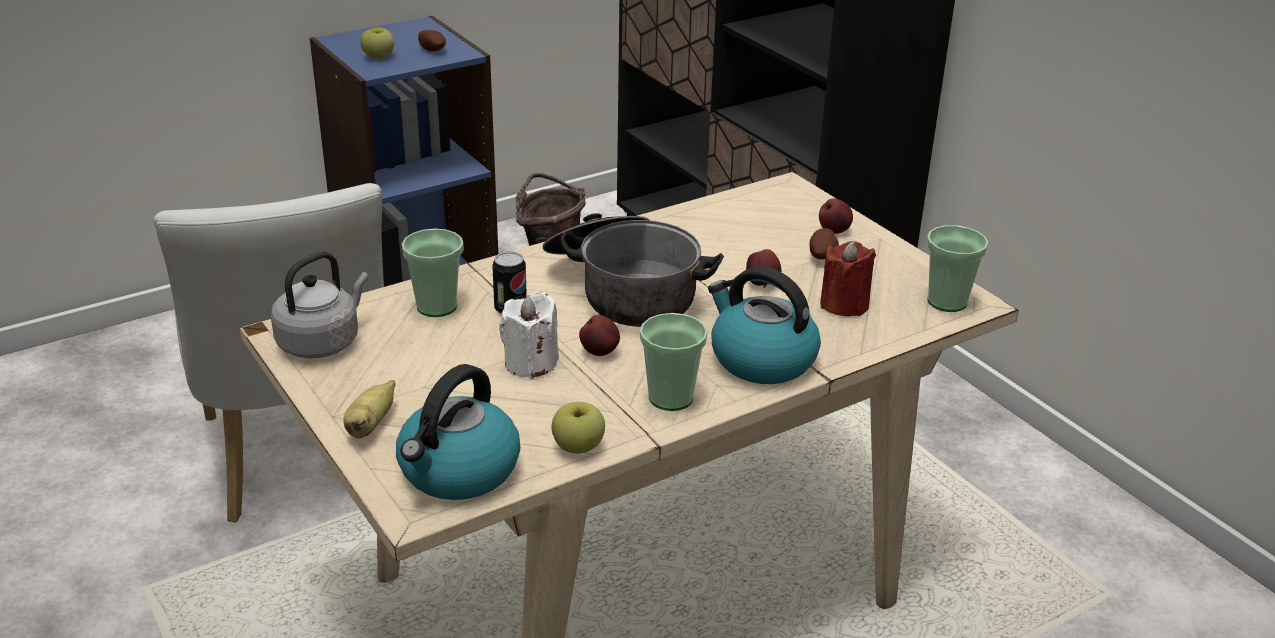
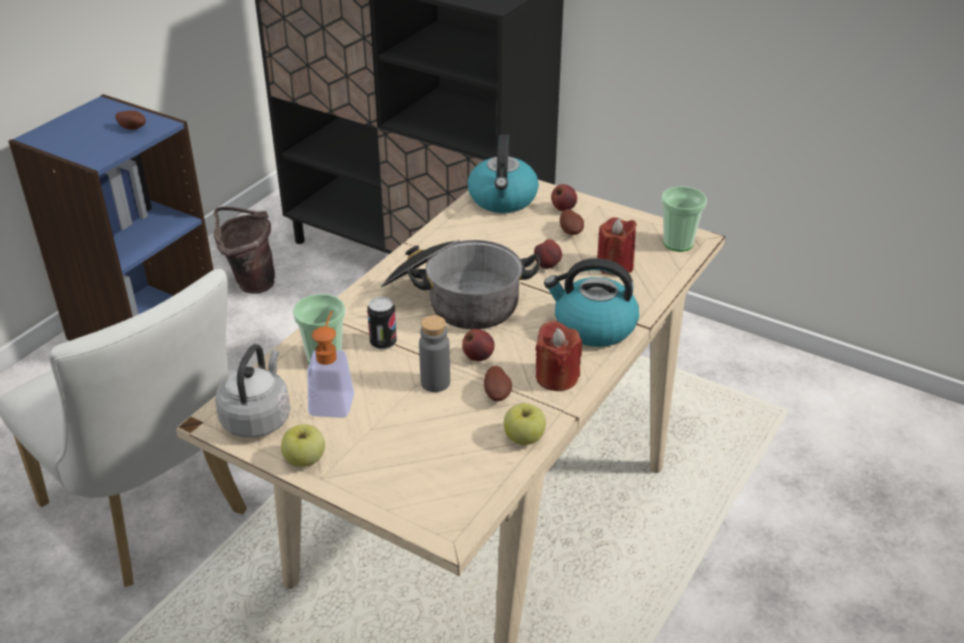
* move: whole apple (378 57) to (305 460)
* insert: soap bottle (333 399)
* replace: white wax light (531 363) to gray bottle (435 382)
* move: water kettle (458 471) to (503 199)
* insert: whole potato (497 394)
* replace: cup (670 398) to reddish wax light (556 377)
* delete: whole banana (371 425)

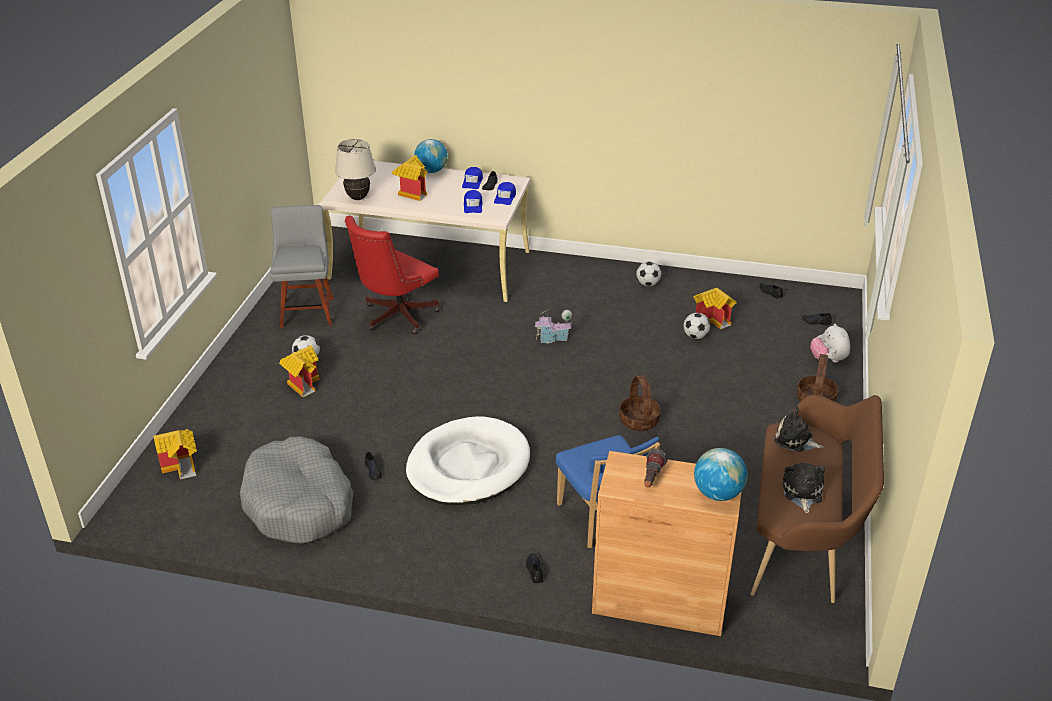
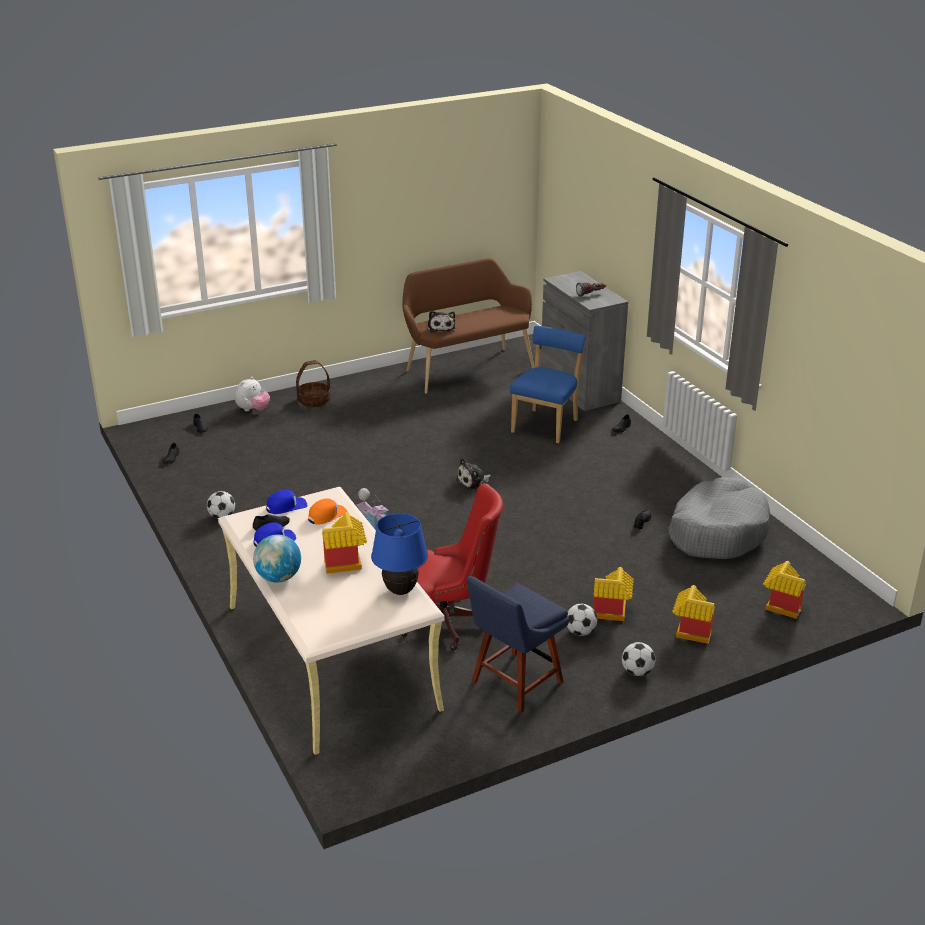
* recolor: bluish baseball cap (473 205) to orangey baseball cap (327 515)
* recolor: sand-coloured lamp for a table (358 198) to bluish lamp for a table (400 590)
* move: soft toy (802 493) to (474 482)
* recolor: gray plain chair (307 311) to bluish plain chair (514 684)
* recolor: brownish storage cabinet (660 601) to gray storage cabinet (579 388)
* move: football ball (695 336) to (637 672)
* move: toy house (713 320) to (689 631)
* delete: white pet bed (468 466)
* delete: basket (639 420)
* delete: globe (717 493)

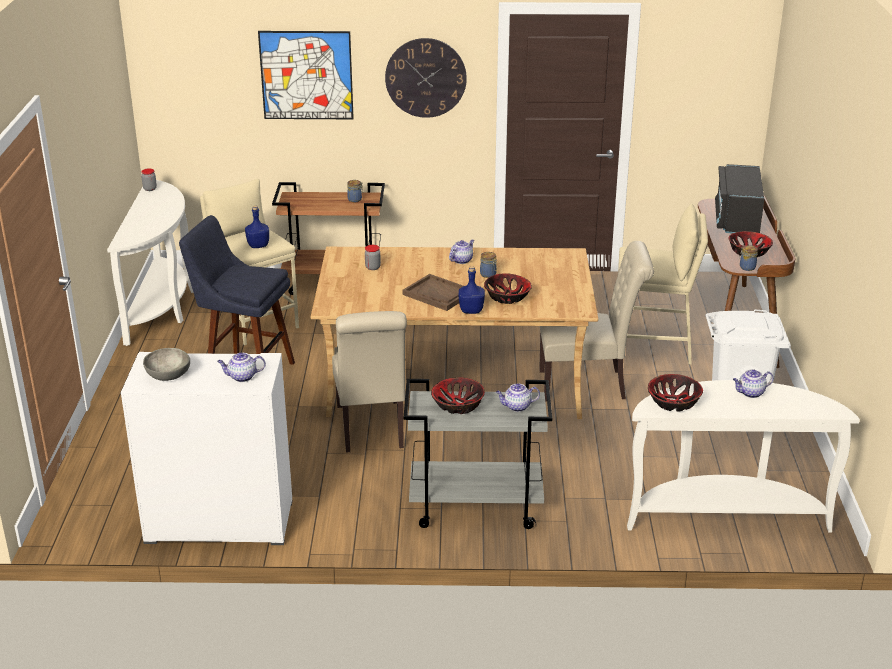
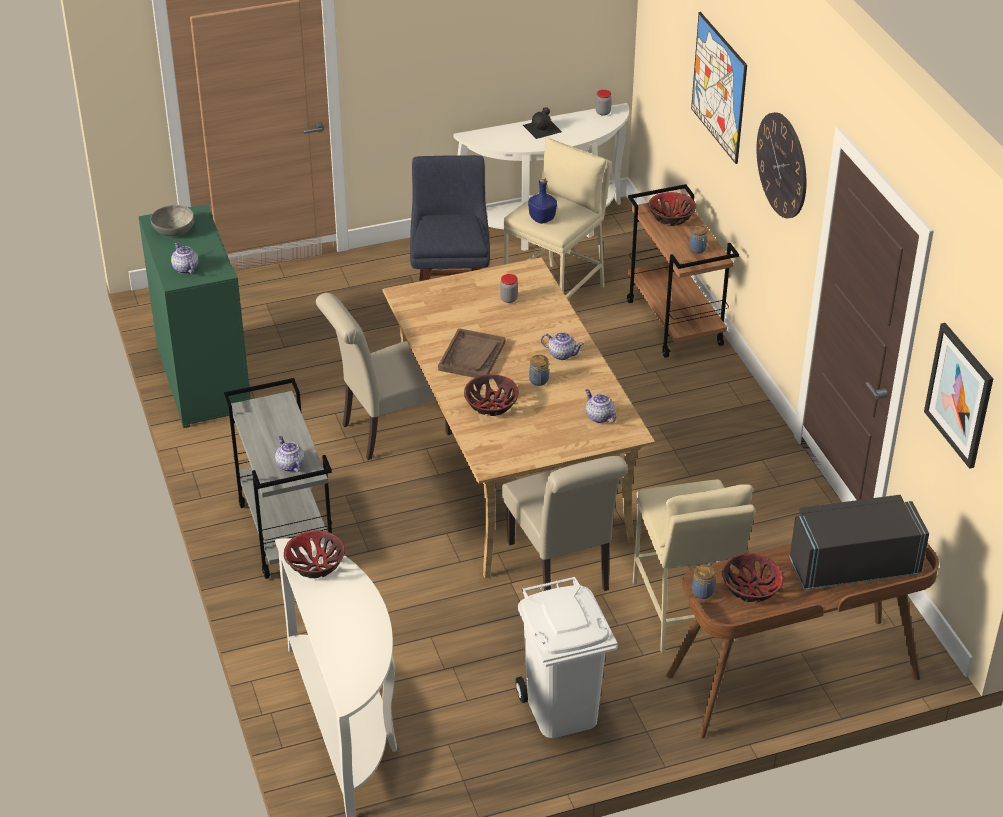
* recolor: white storage cabinet (218 522) to green-coloured storage cabinet (202 381)
* insert: black-coloured bottle (543 128)
* move: teapot (750 393) to (599 417)
* move: deep dish (457 405) to (671 217)
* insert: wall art (959 395)
* delete: bluish bottle (472 310)

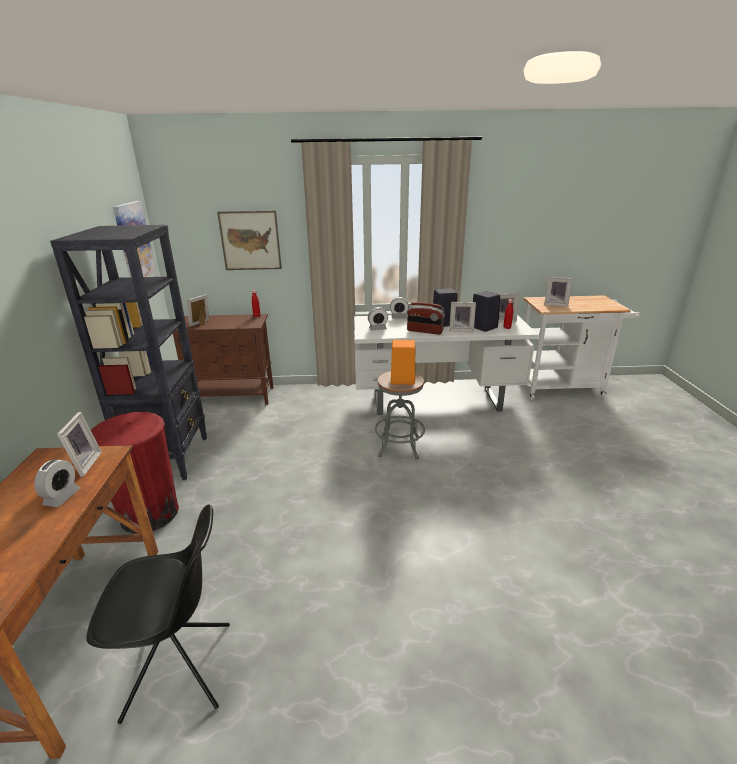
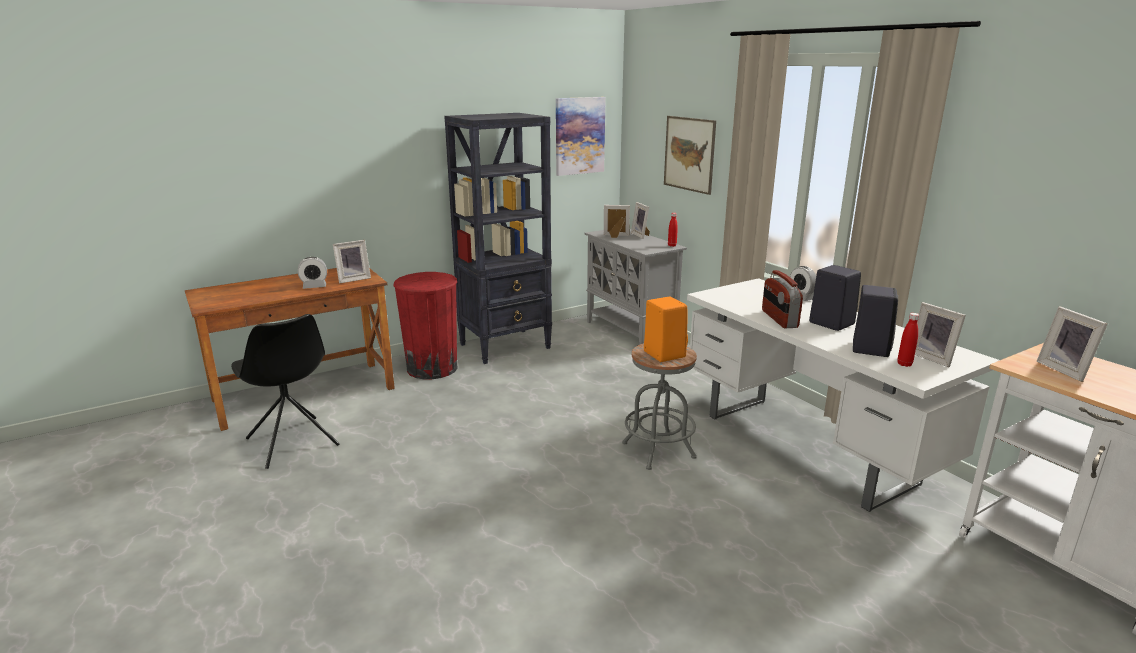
* recolor: brownish storage cabinet (233 397) to gray storage cabinet (631 332)
* move: photo frame (461 330) to (641 235)
* delete: bedside clock (378 328)

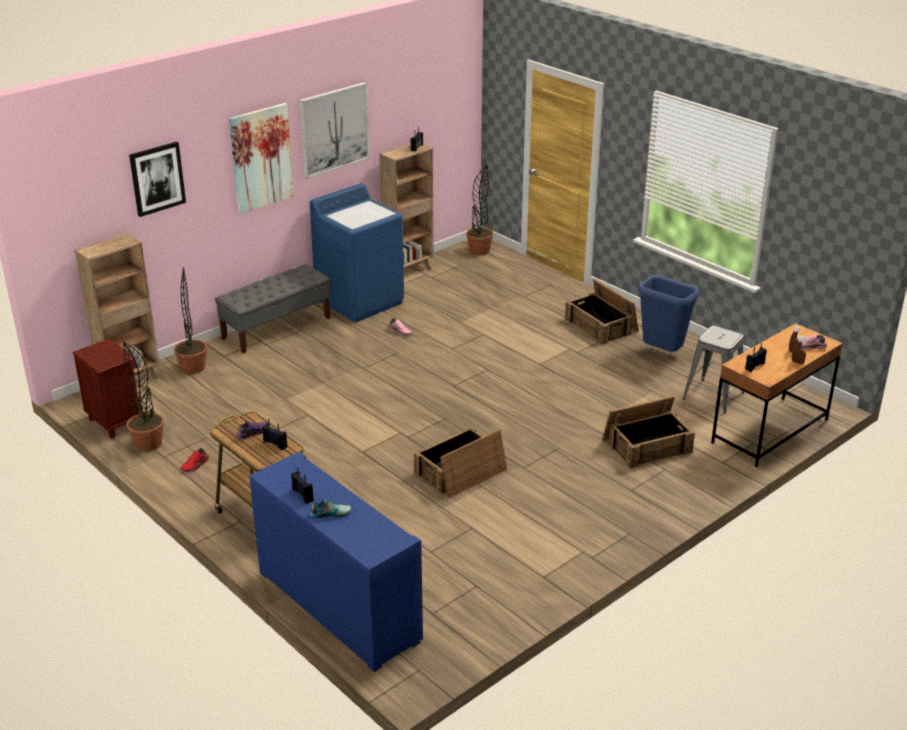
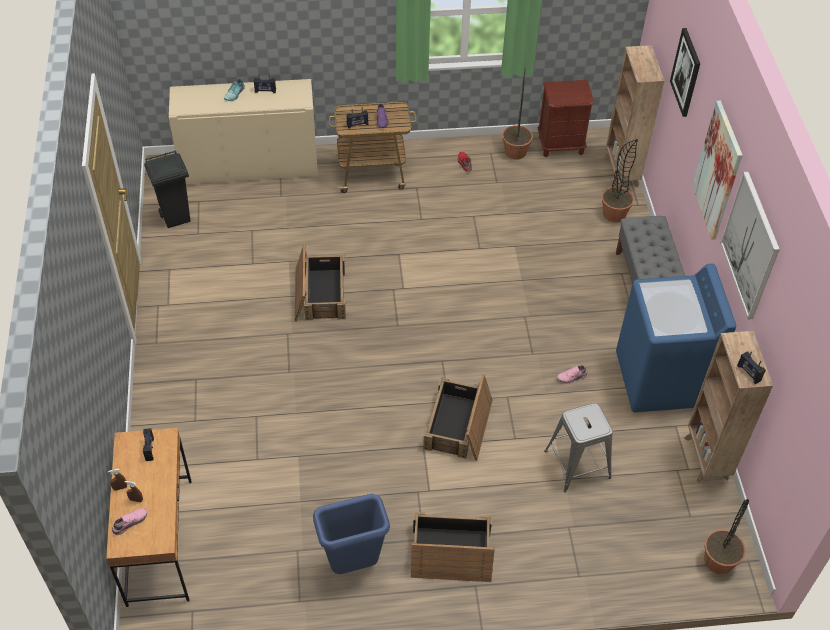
* insert: black-coloured waste bin (176 217)
* recolor: bluish storage cabinet (338 606) to sand-coloured storage cabinet (249 166)
* move: shipping crate (647 445) to (459 425)
* move: gray stool (713 396) to (577 464)

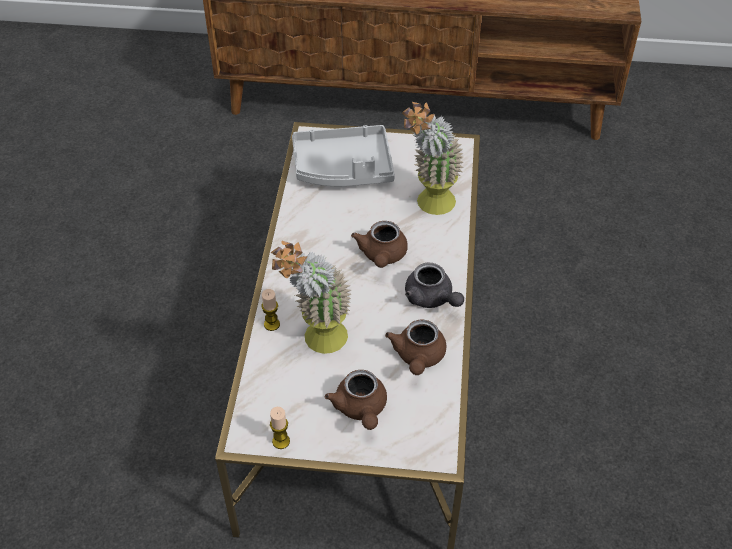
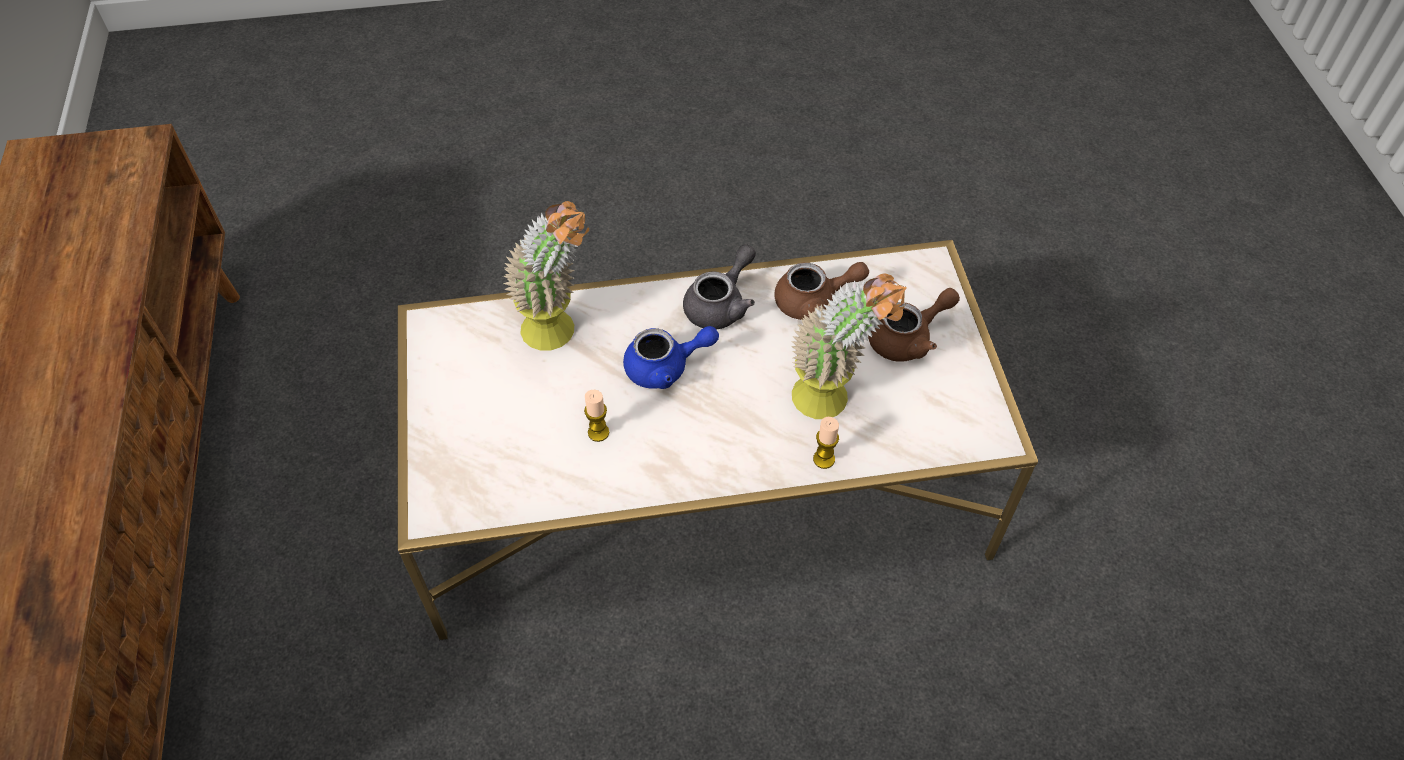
* move: wax light (281 441) to (598 432)
* recolor: brownish teapot (382 256) to bluish teapot (666 367)
* delete: gray carrying tray (343 168)

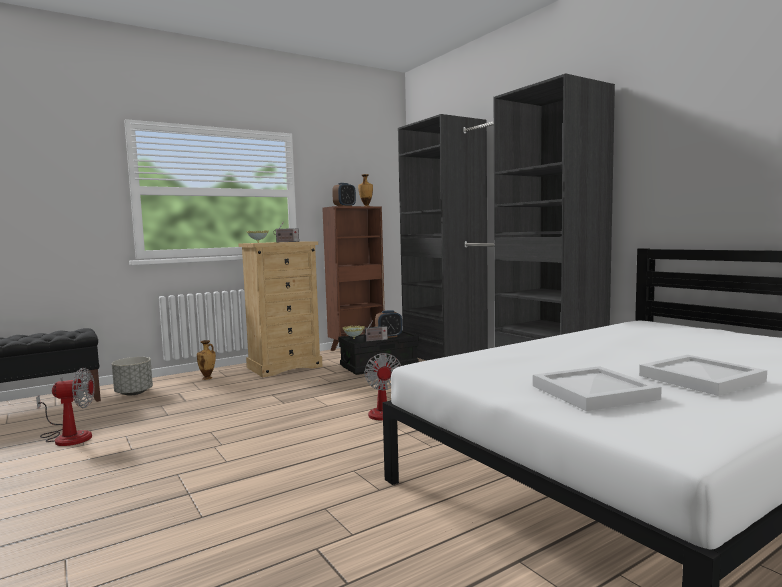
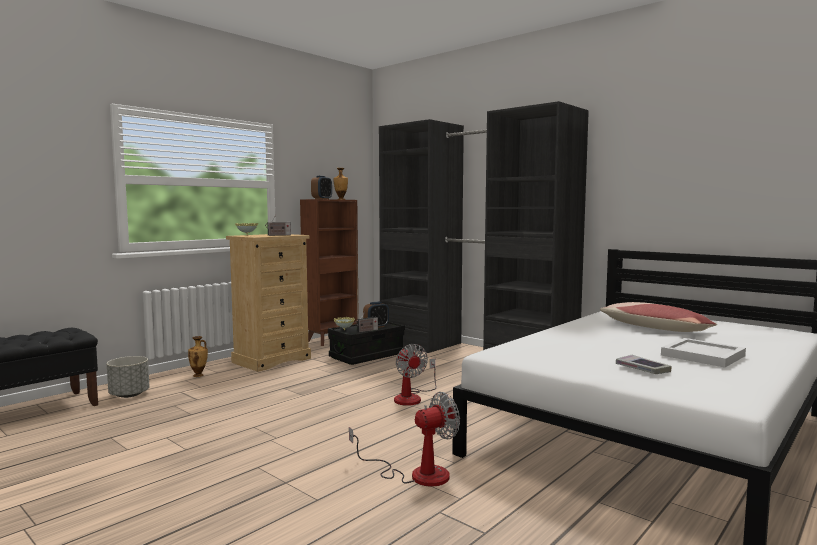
* move: electric fan (68 436) to (416 474)
* insert: throw pillow (654 328)
* replace: white carrying tray (593 392) to book (642 369)

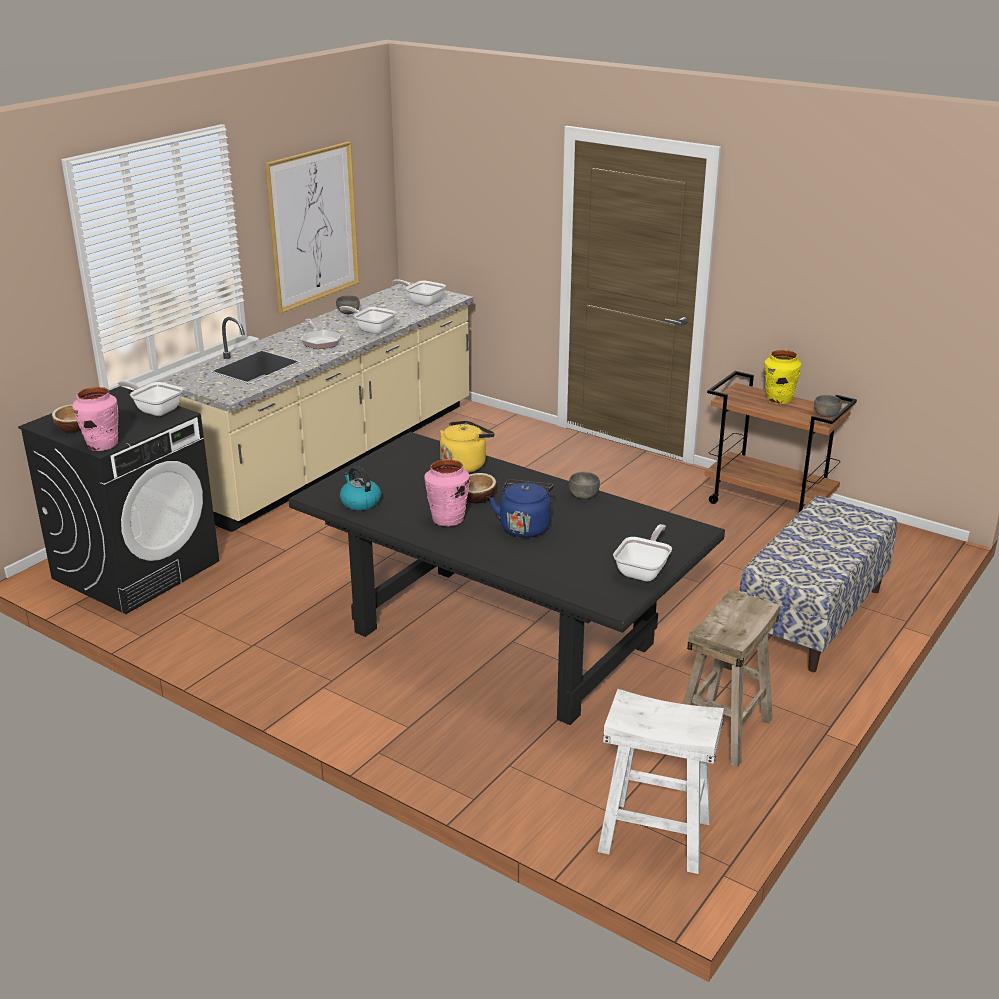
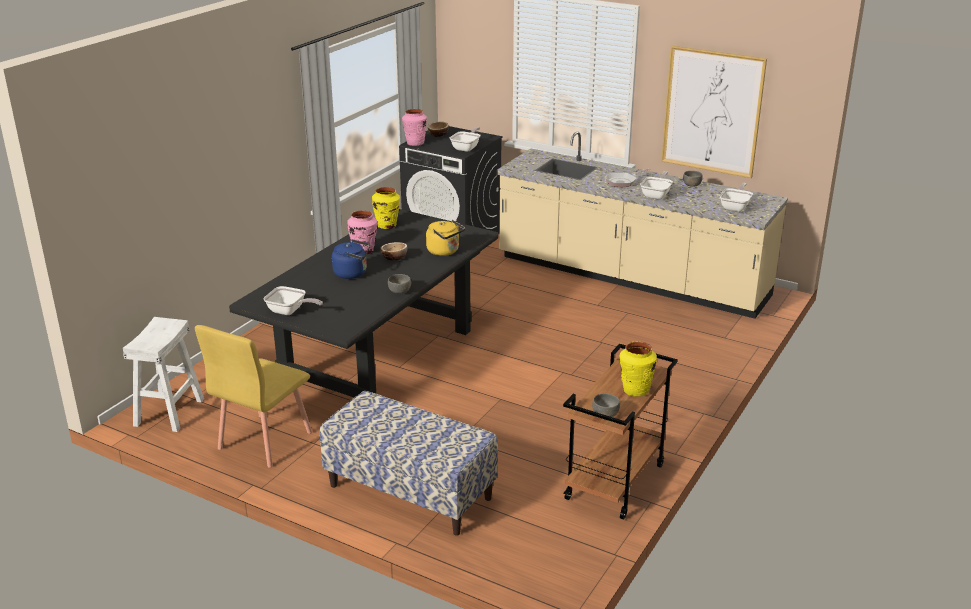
* replace: sand-coloured stool (723 730) to yellow plain chair (264 440)
* replace: water kettle (360 502) to yellow vase (387 225)

